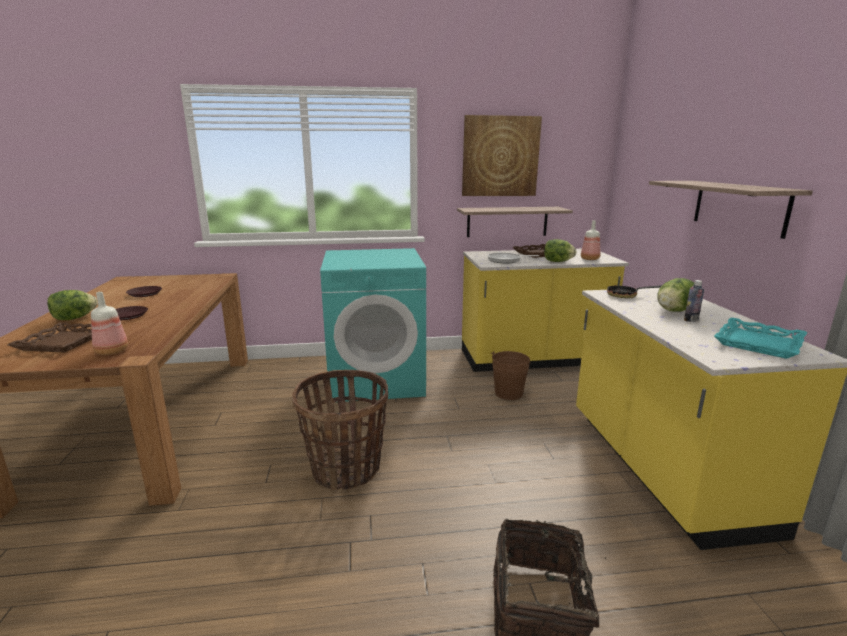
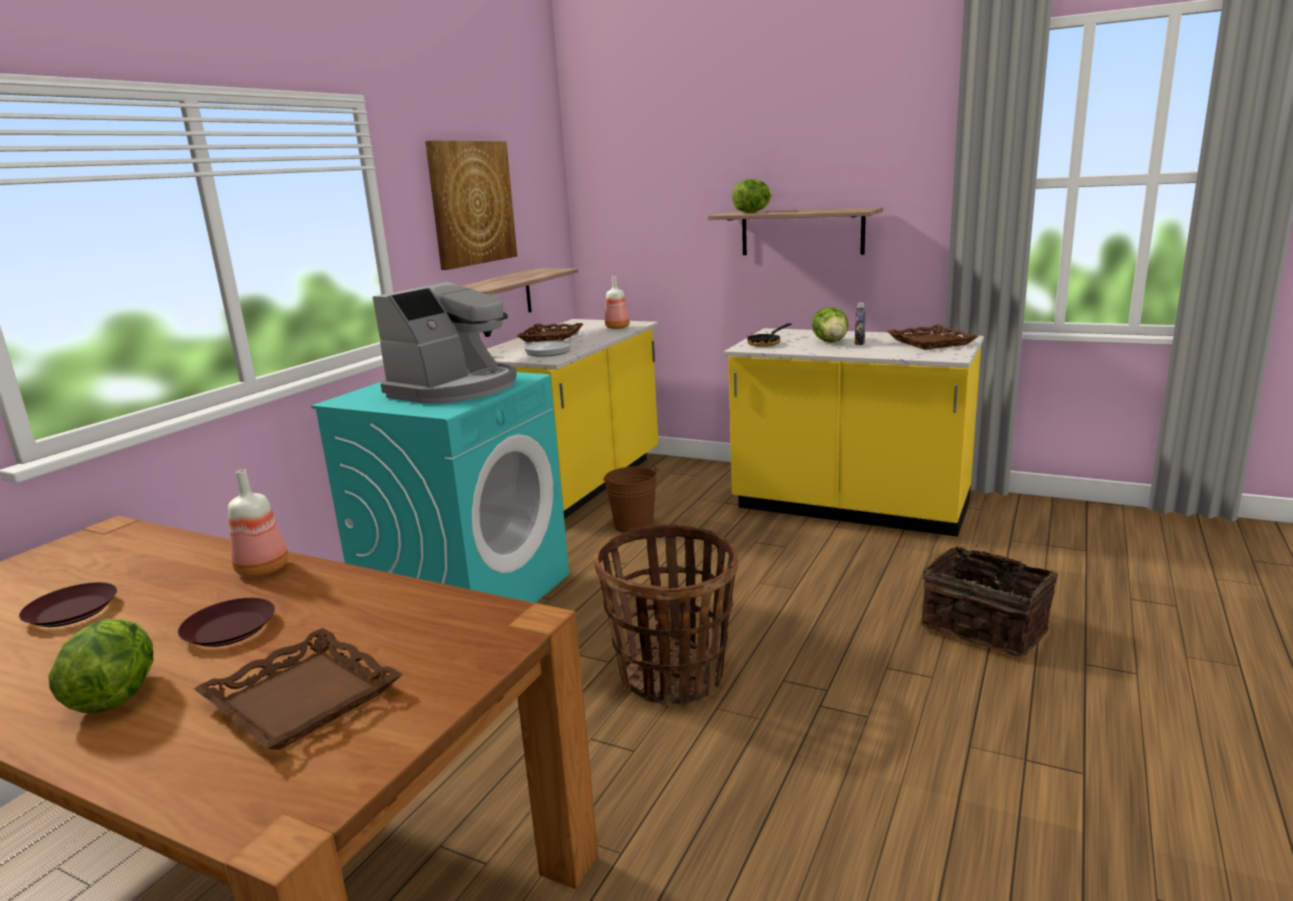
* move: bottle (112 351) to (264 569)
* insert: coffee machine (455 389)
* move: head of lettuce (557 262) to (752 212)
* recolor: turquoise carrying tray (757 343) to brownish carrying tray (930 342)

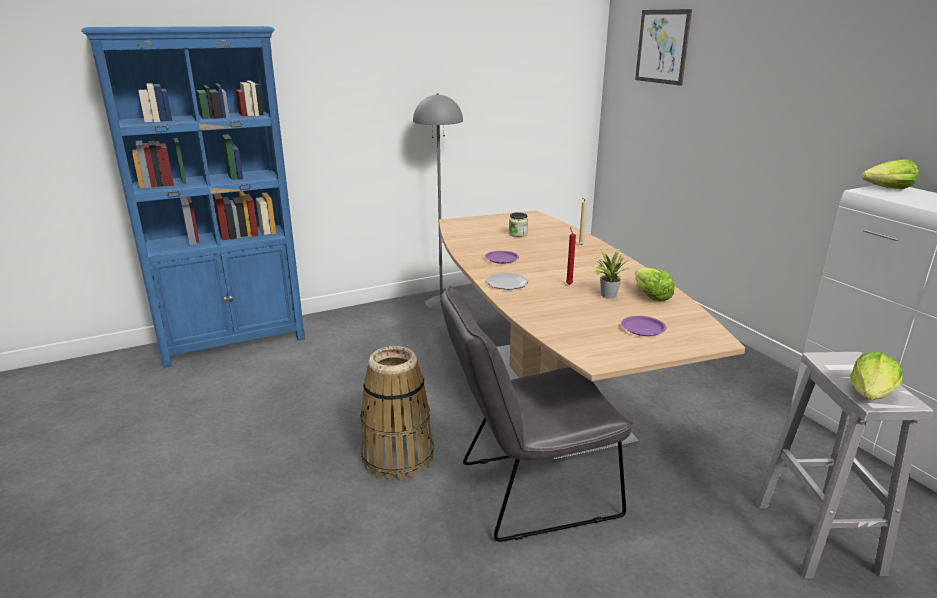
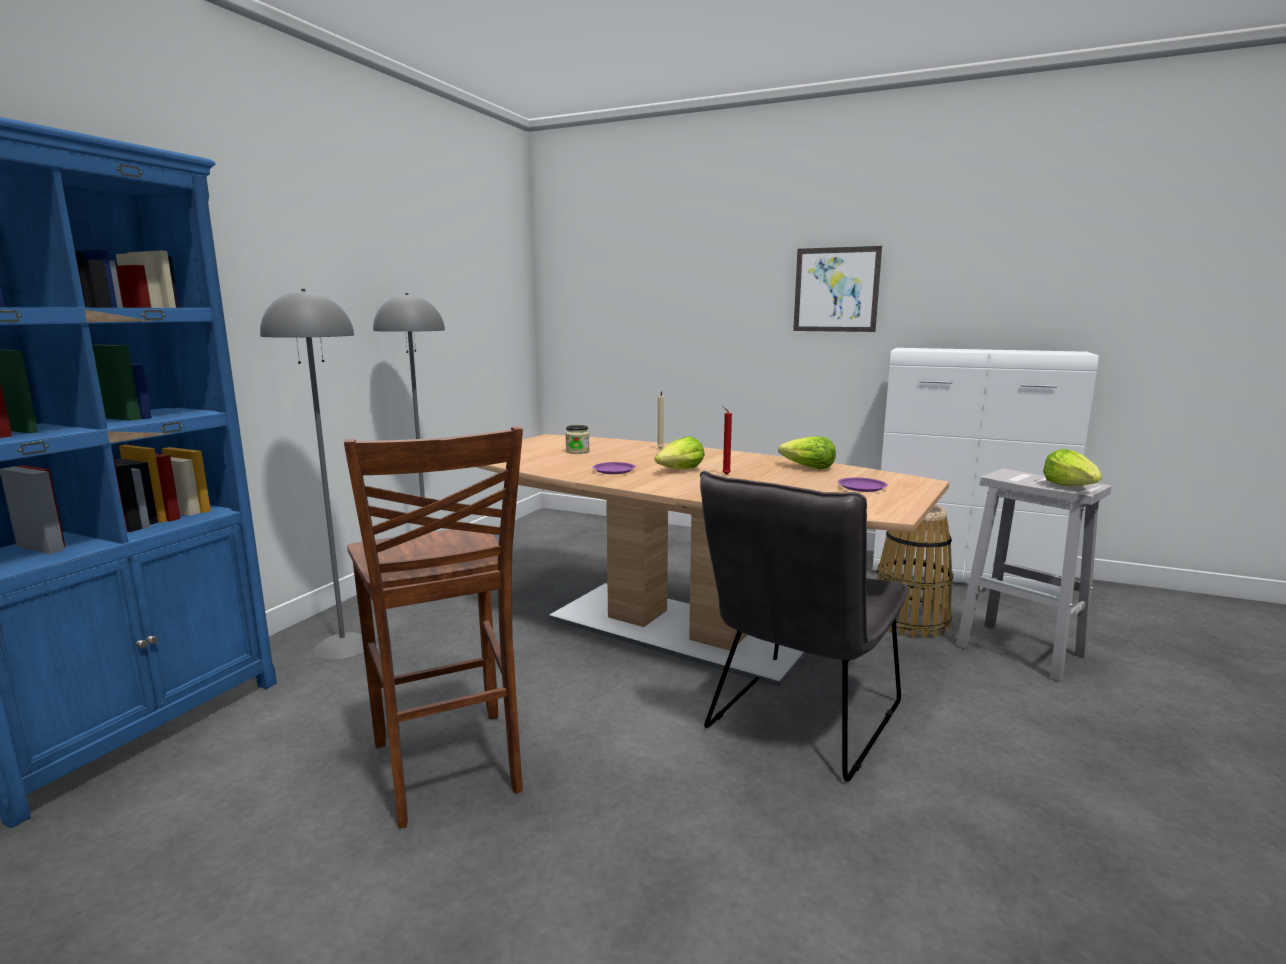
* insert: gray standard lamp (343 646)
* insert: brownish stool (448 769)
* move: head of lettuce (888 189) to (681 470)
* move: wall art (662 46) to (836 290)
* move: basket (398 456) to (910 621)
* delete: plate (506 283)
* delete: houseplant (606 295)

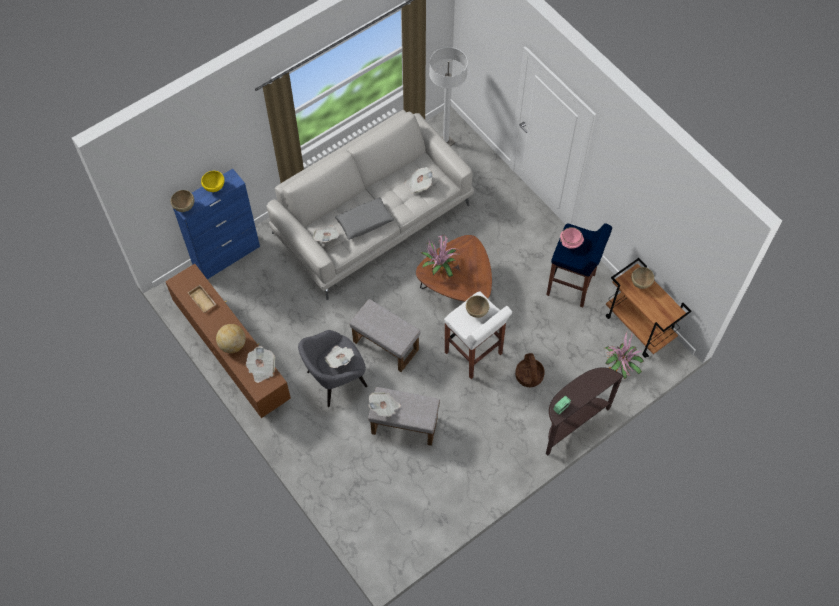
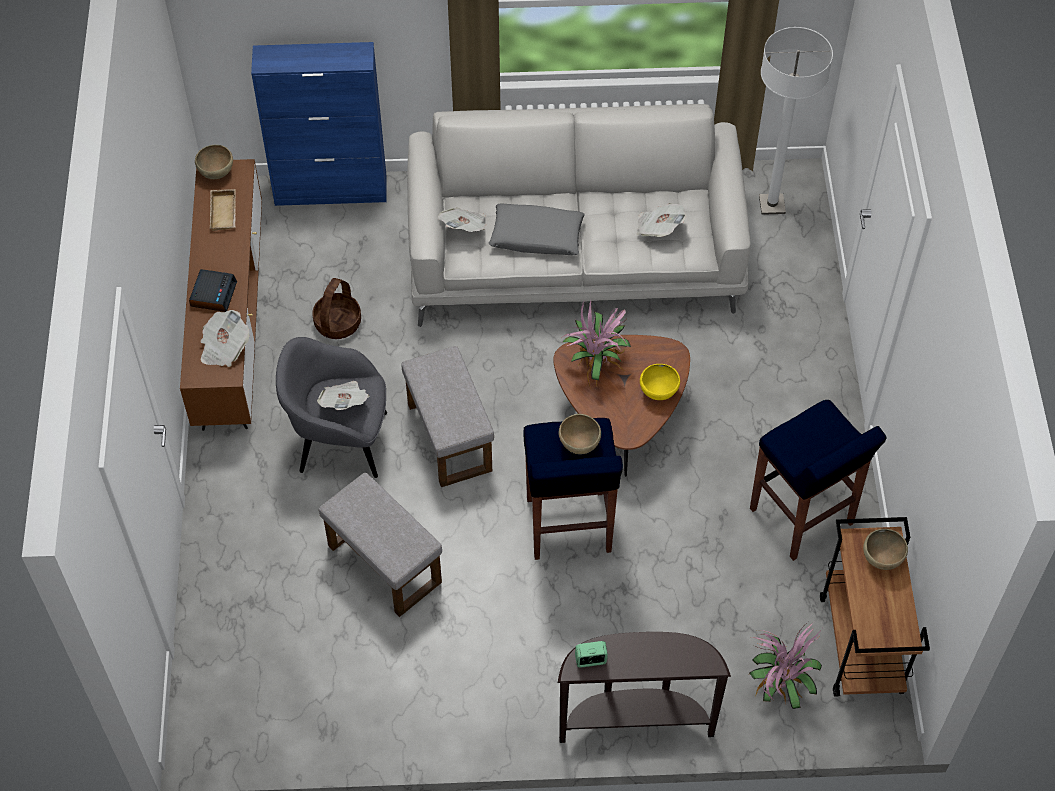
* replace: globe (232 344) to bedside clock (213 294)
* move: brownish deep dish (184 207) to (216 173)
* move: basket (528 375) to (337 322)
* recolor: white stool (474 354) to bluish stool (568 526)
* move: yellow deep dish (214 187) to (658 392)
* delete: printed paper (384 407)
* delete: pinkish deep dish (570 242)

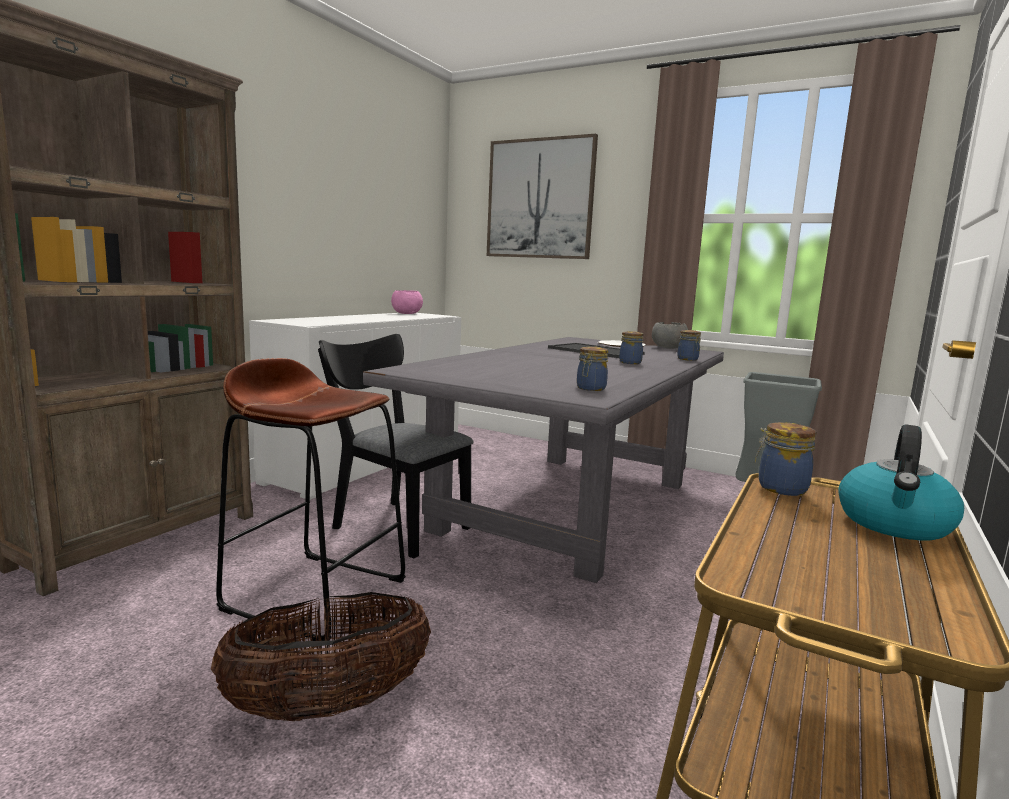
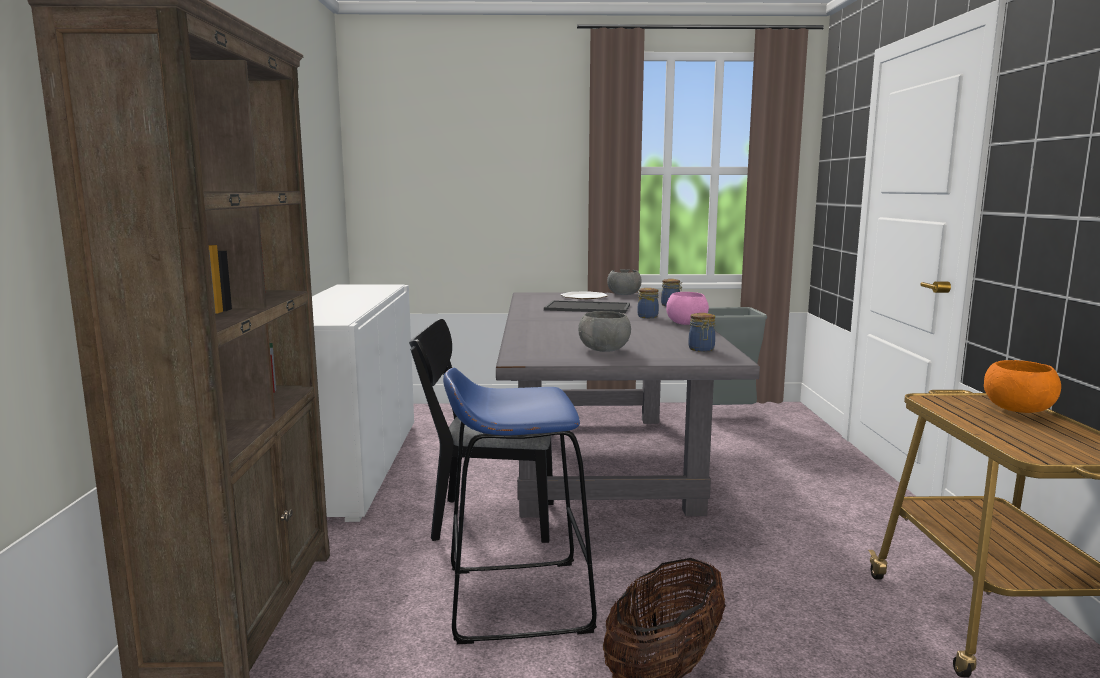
* recolor: brownish stool (316 594) to bluish stool (518 599)
* insert: gray deep dish (603 350)
* move: pinkish deep dish (406 313) to (686 324)
* replace: water kettle (894 524) to orangey deep dish (1018 409)
* delete: wall art (540 199)
* delete: preserve jar (780 488)

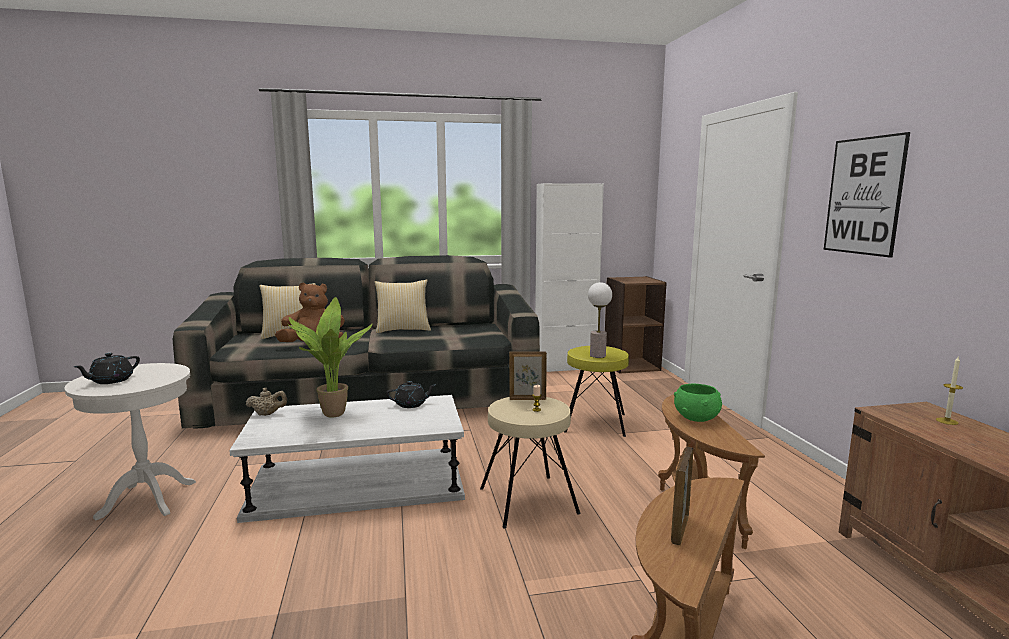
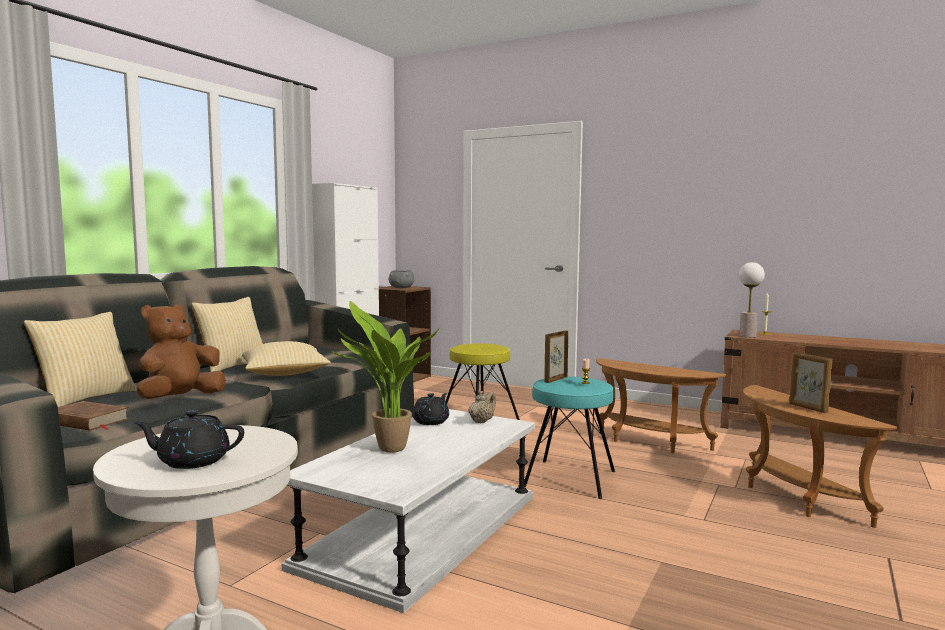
* insert: brownish book (86 421)
* rotate: black-coloured teapot (111 381) = (192 461) 105 degrees clockwise
* insert: throw pillow (284 374)
* insert: gray deep dish (401 288)
* move: sand-coloured teapot (267 414) to (482 421)
* recolor: sand-coloured stool (527 501) to turquoise stool (570 479)
* move: lamp for a table (597 355) to (747 336)
* delete: green-coloured deep dish (696 417)
* delete: wall art (863 196)

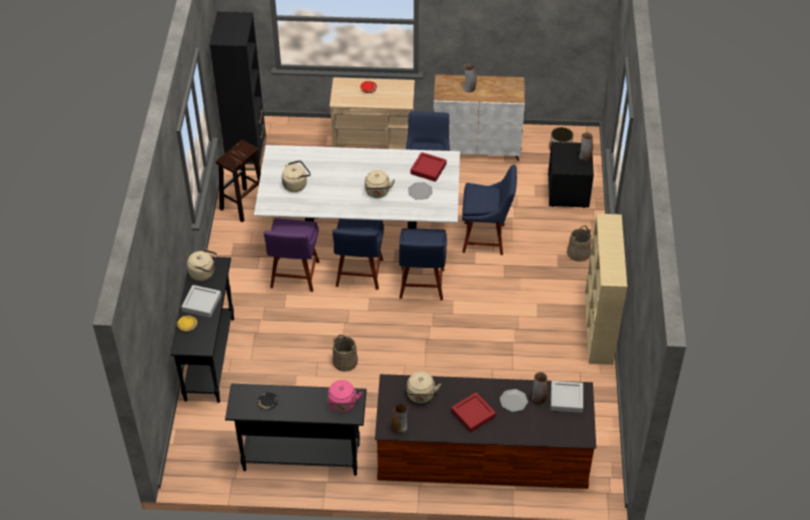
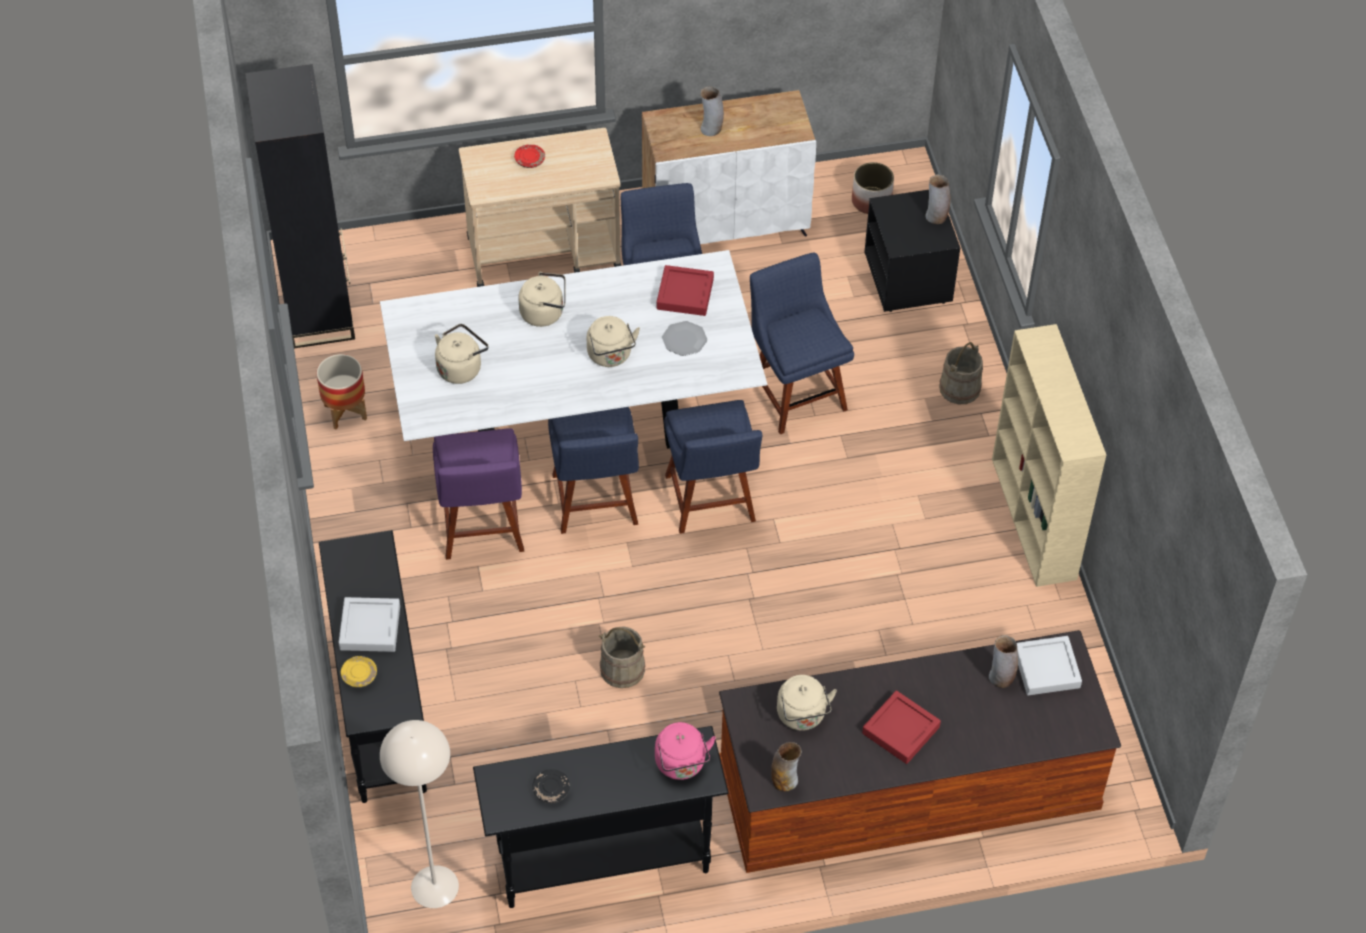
* replace: brownish stool (243 205) to flower pot (345 412)
* insert: sand-coloured standard lamp (434 886)
* move: sand-coloured water kettle (204 273) to (545 313)
* rotate: bluish plain chair (486 238) = (795 392) 105 degrees counterclockwise
* delete: plate (513 401)

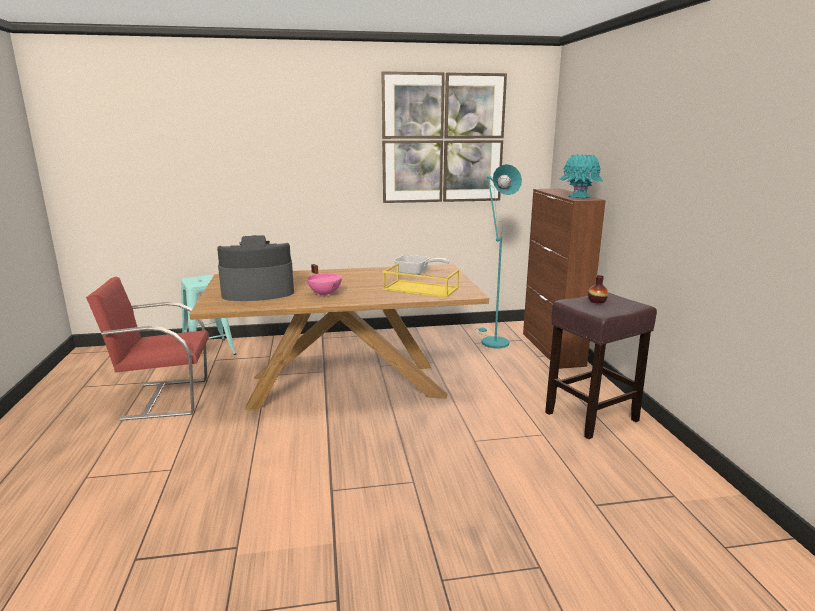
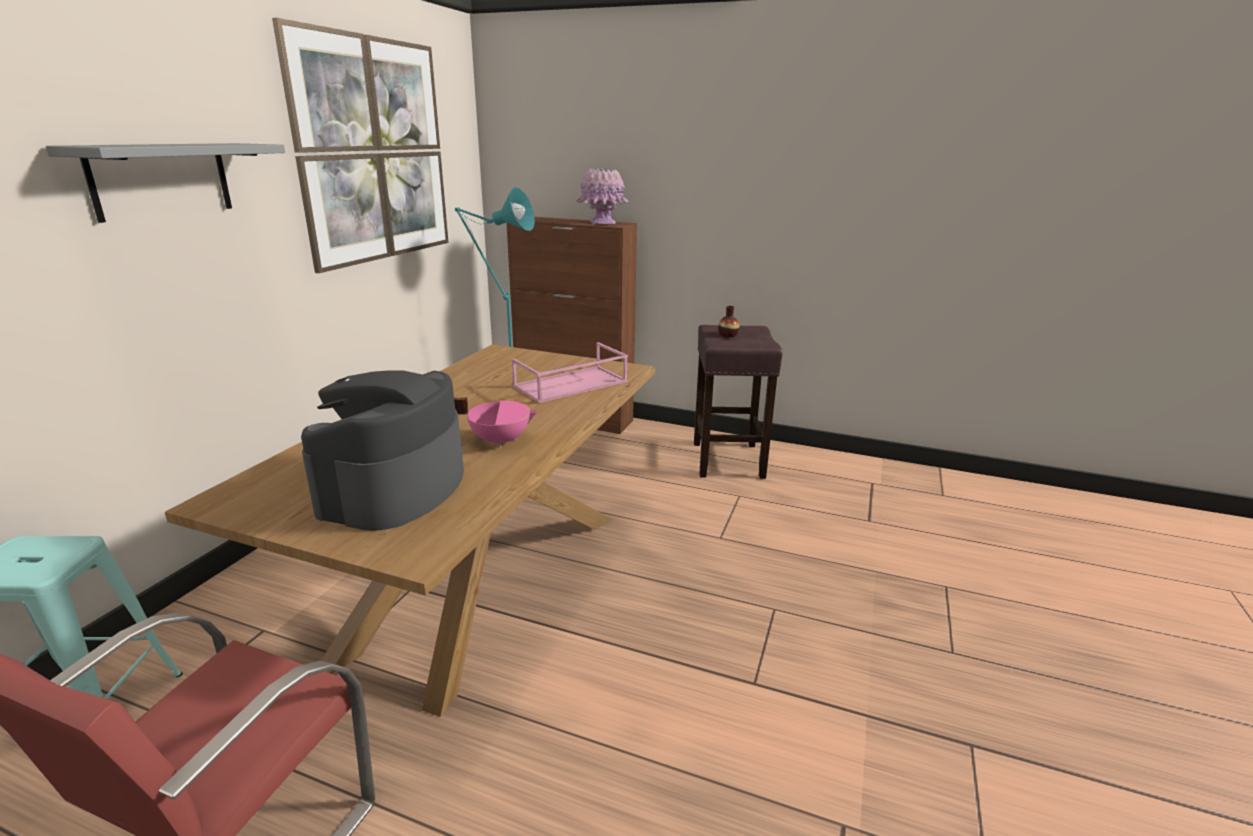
* insert: gray wall shelf (161 180)
* recolor: yellow carrying tray (419 289) to pinkish carrying tray (570 384)
* recolor: turquoise vase (579 197) to pinkish vase (602 223)
* delete: pan (416 273)

